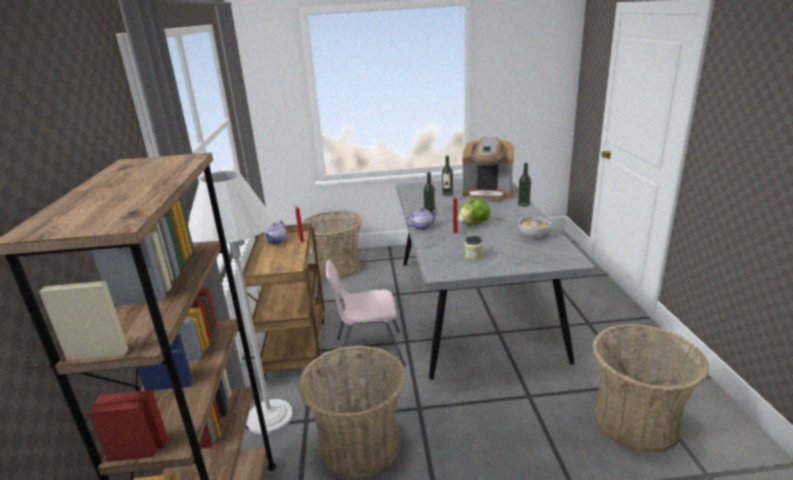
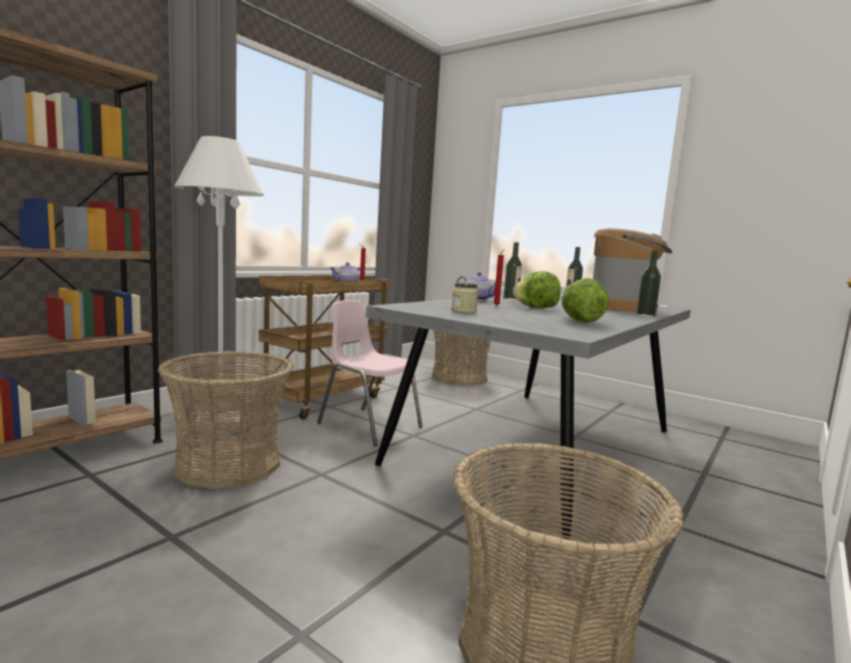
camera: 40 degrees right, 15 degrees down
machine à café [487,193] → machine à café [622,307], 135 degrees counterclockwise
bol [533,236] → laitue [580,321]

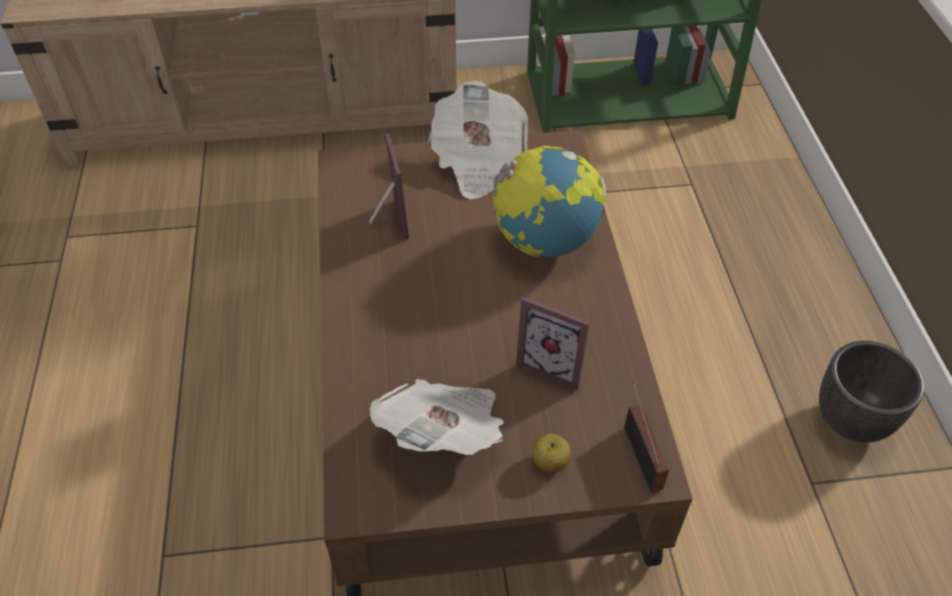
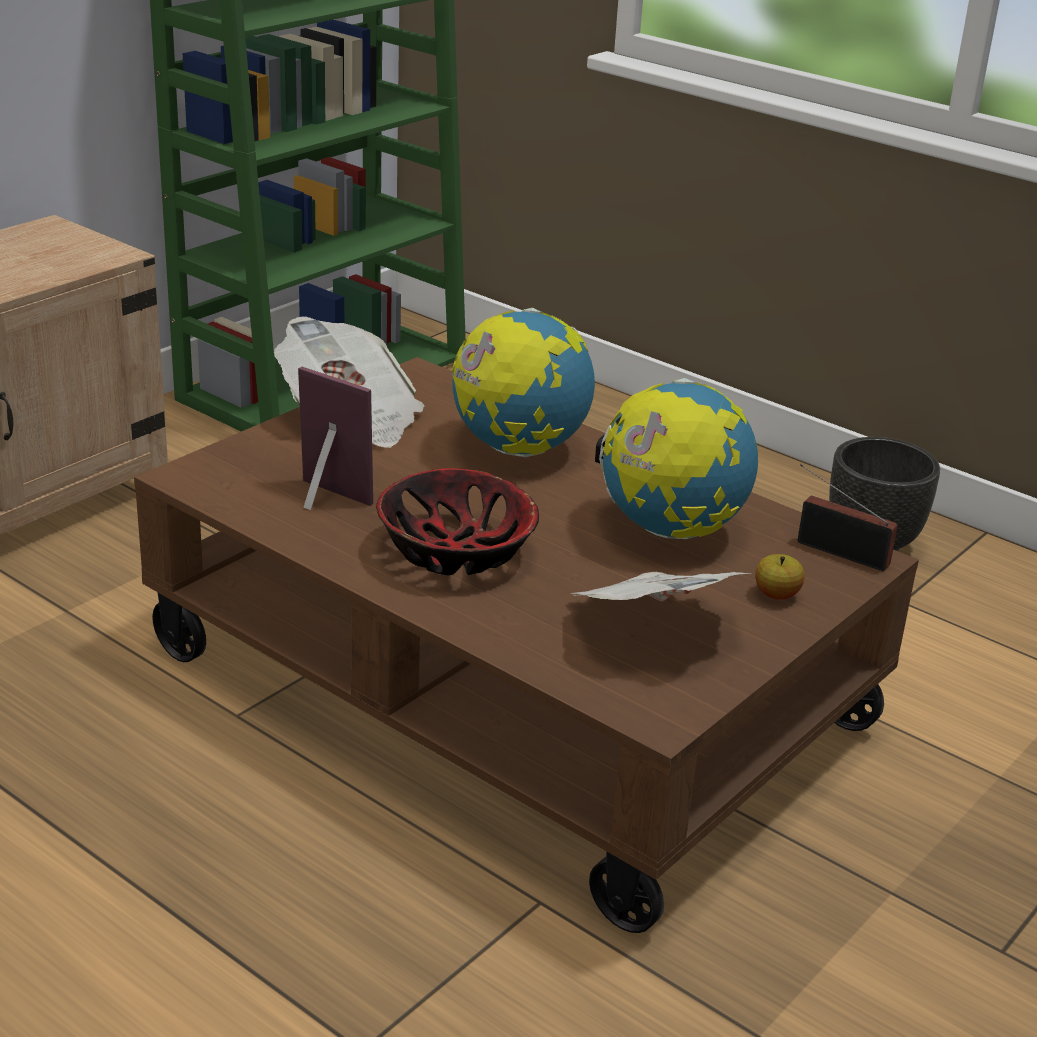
camera: 45 degrees left, 20 degrees down
cadre photo [554,364] → globe [670,529]
- → bol [457,552]

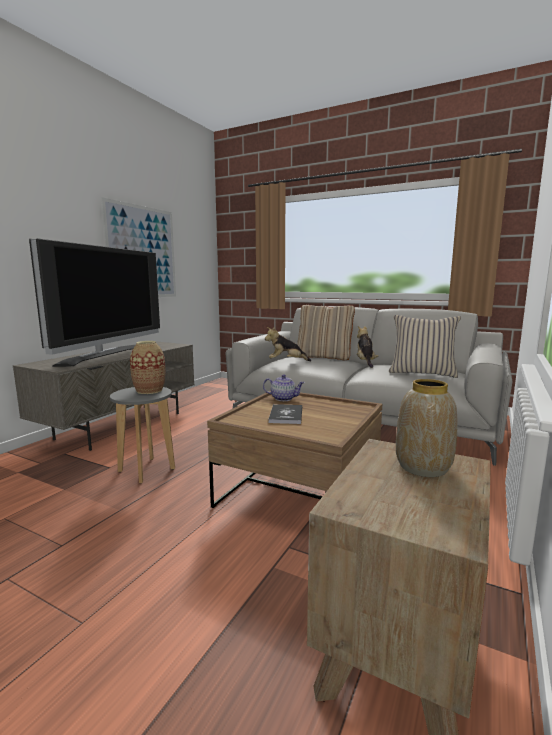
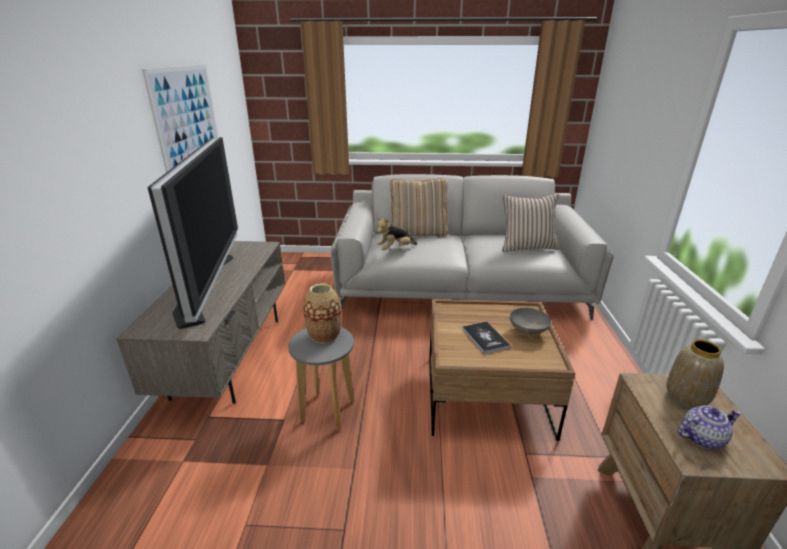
camera: 25 degrees left, 15 degrees up
théière [283,398] → théière [701,437], moved
peluche [365,362] → -
- → bol (gris) [527,332]

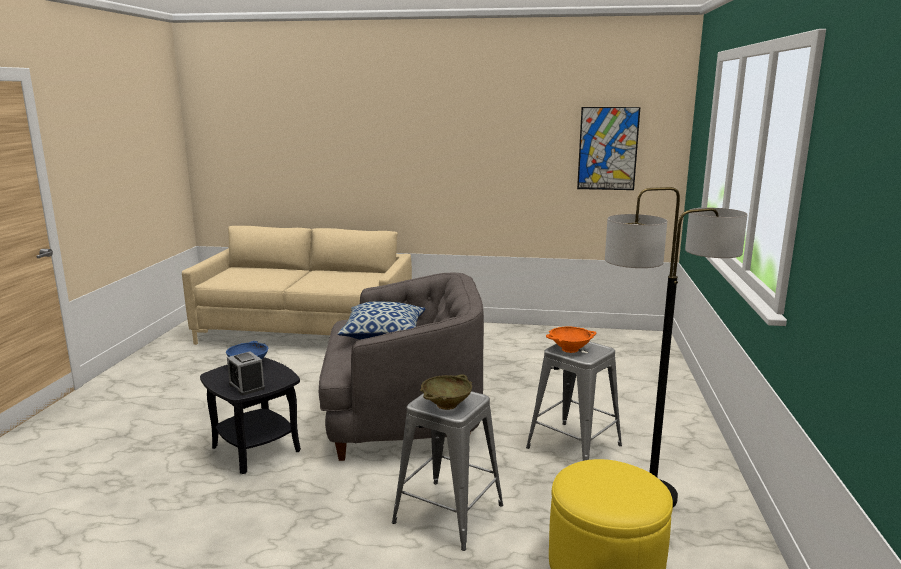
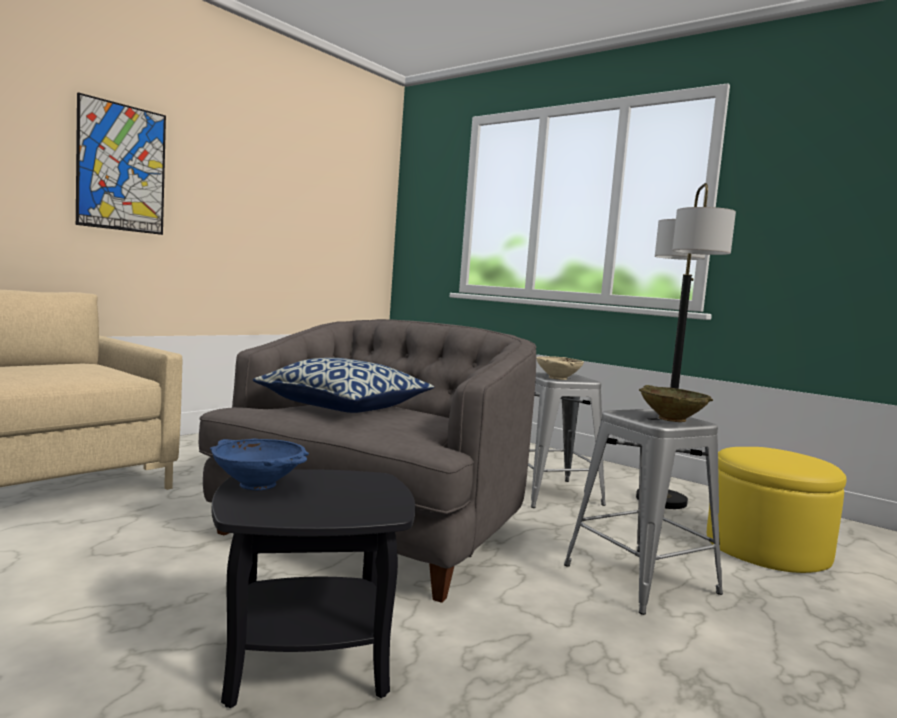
camera: 60 degrees left, 10 degrees down
réveil [246,386] → -
bol (orange) [570,349] → bol (beige) [558,378]
tableau [608,148] → tableau [122,168], moved

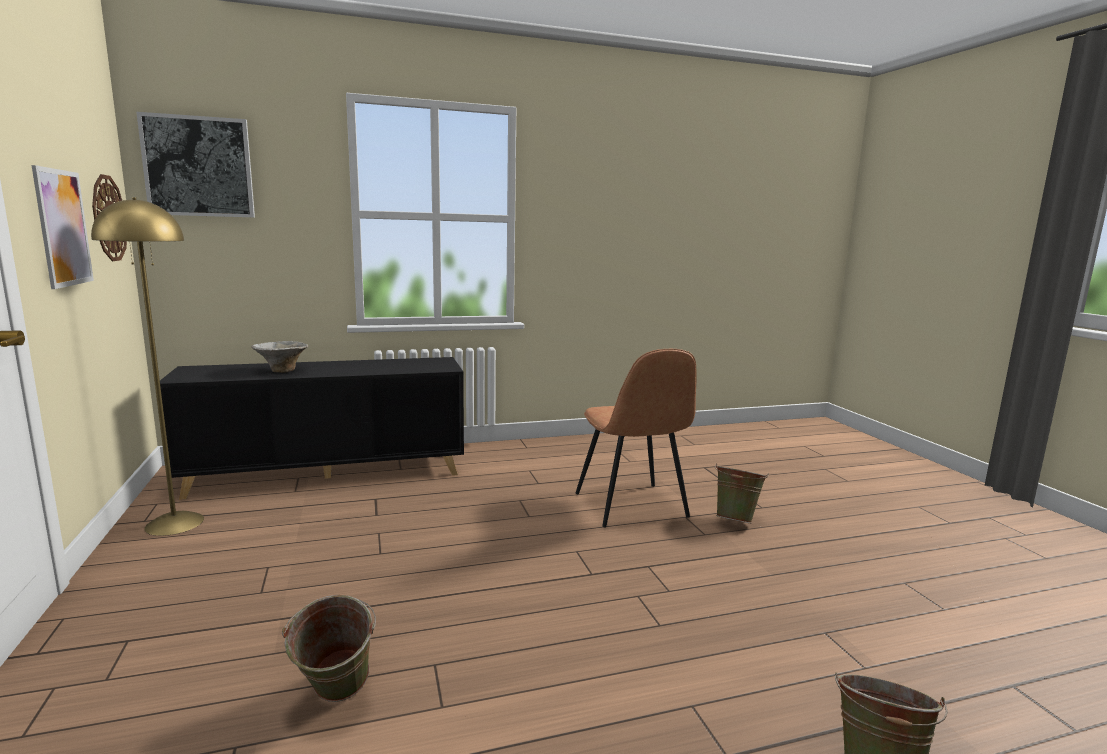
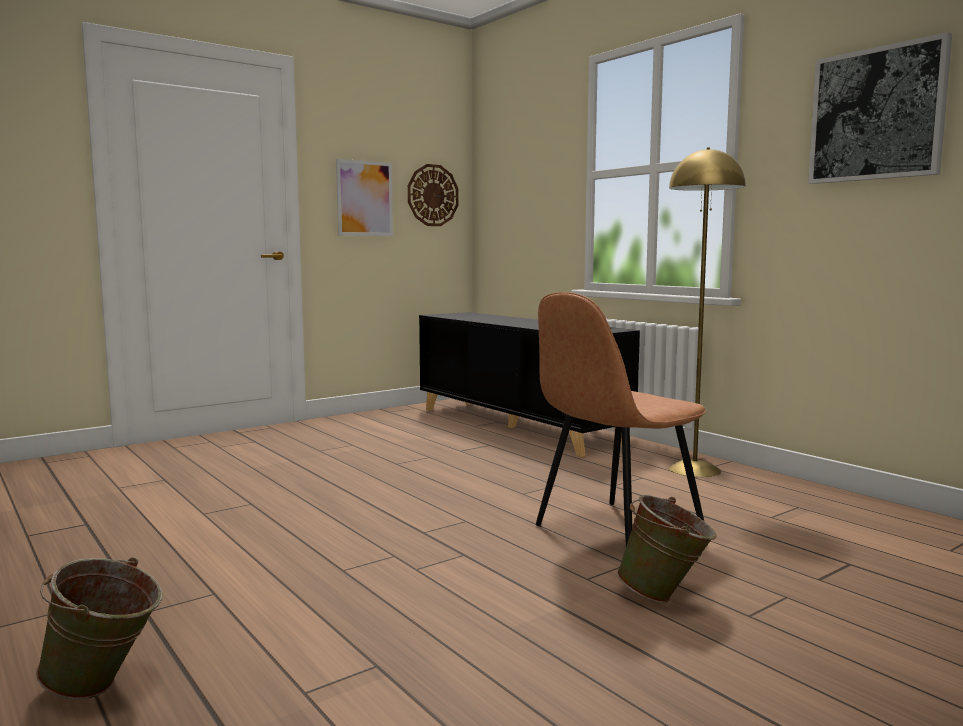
camera: 70 degrees right, 5 degrees down
lampadaire (jaune) [175,523] → lampadaire (jaune) [695,469], moved
tableau [199,167] → tableau [877,114], moved
bol [281,370] → -
seau (vert) [335,699] → -

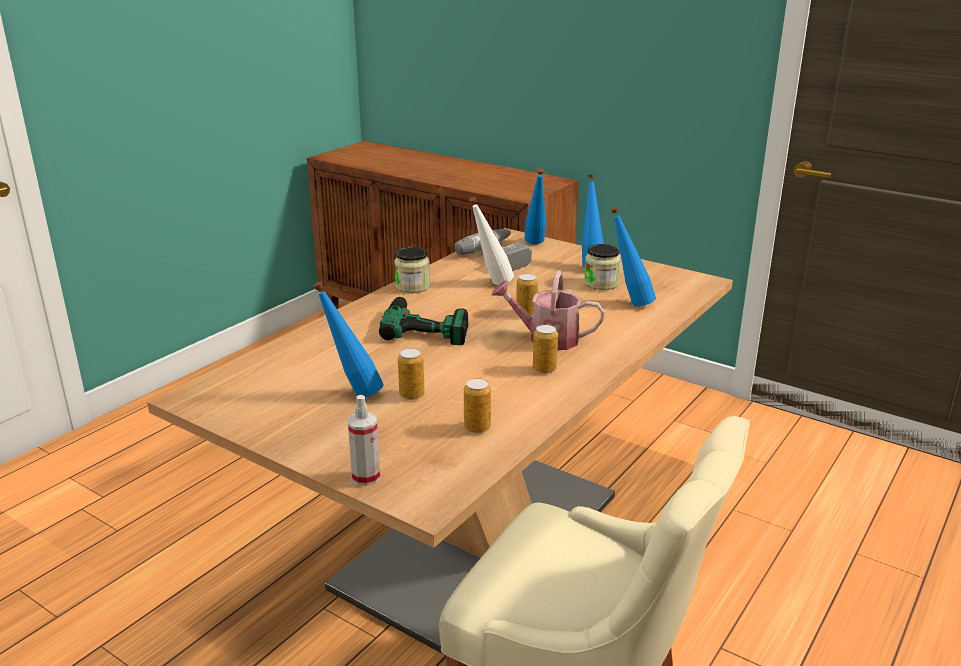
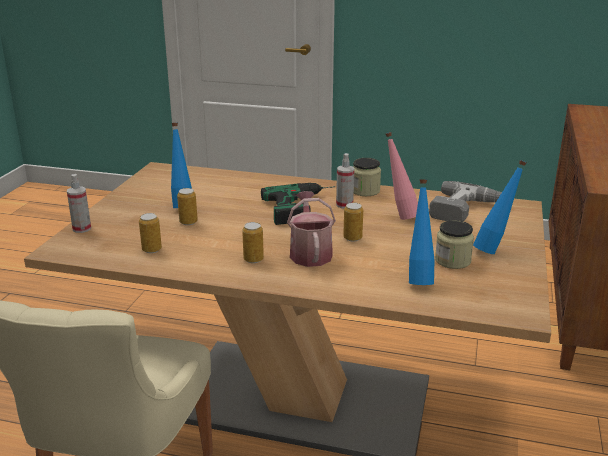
camera: 70 degrees right, 0 degrees up
bouteille (blanc) [491,284] → bouteille (rose) [399,216]
bouteille (bleu) [535,245] → -
- → vaporisateur [344,205]

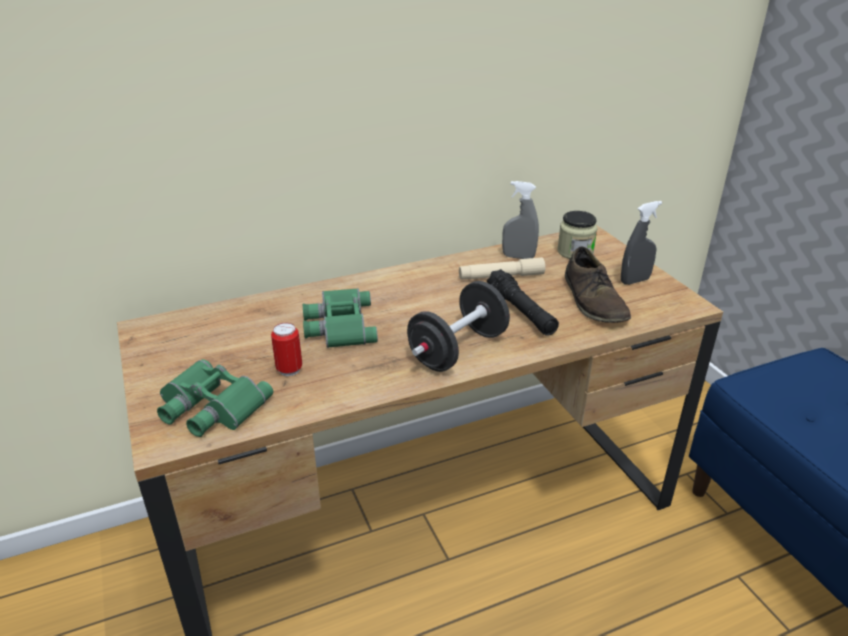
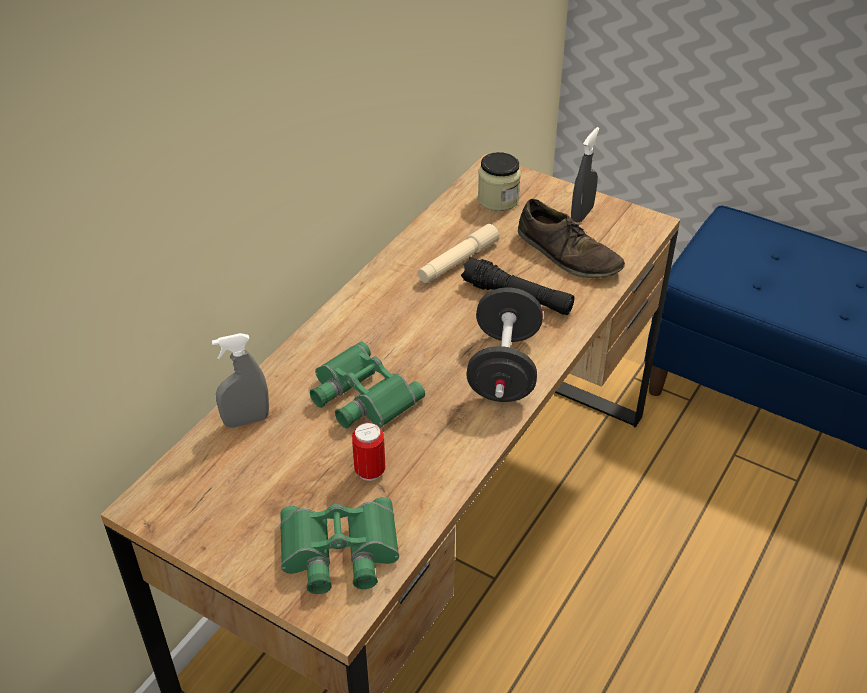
camera: 35 degrees left, 10 degrees up
vaporisateur (gris) [518,257] → vaporisateur (gris) [246,420], moved

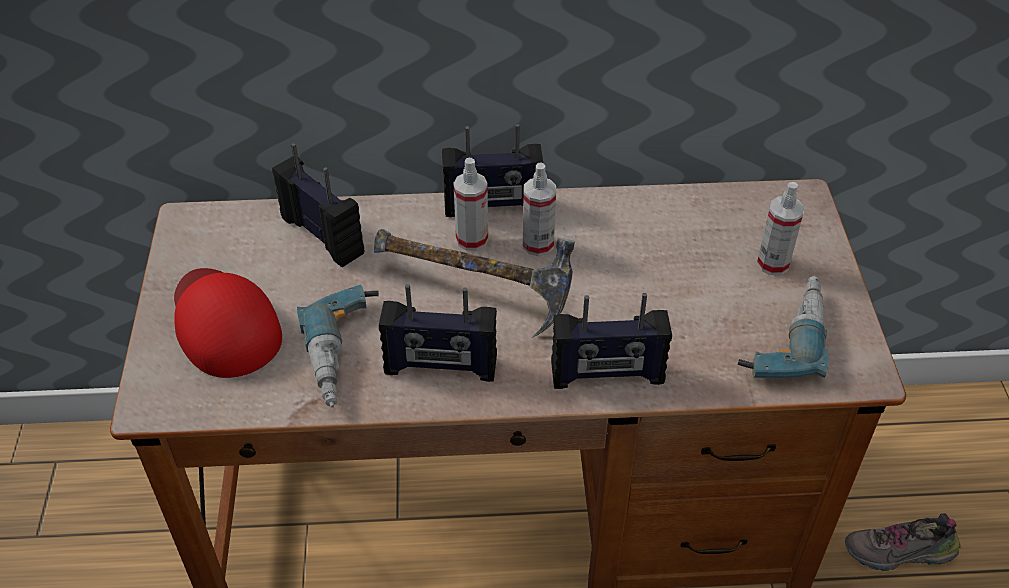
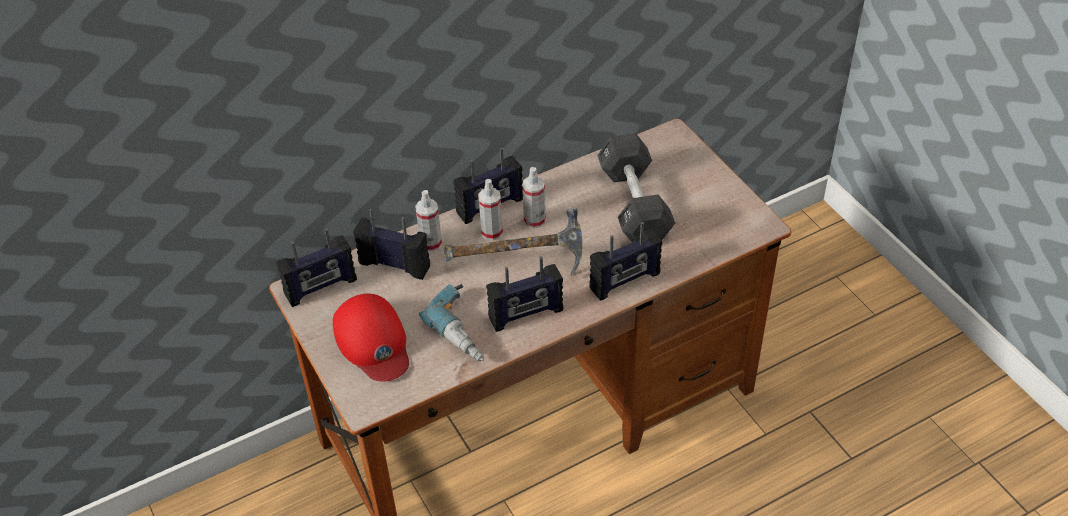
camera: 25 degrees left, 0 degrees up
casquette (rouge) [224,324] → casquette (rouge) [373,342], 150 degrees counterclockwise
perceuse [781,335] → -
vaporisateur [773,263] → vaporisateur [431,243], moved
chaussure [898,553] → -
- → radio [321,288]
- → haltère (noir) [634,204]

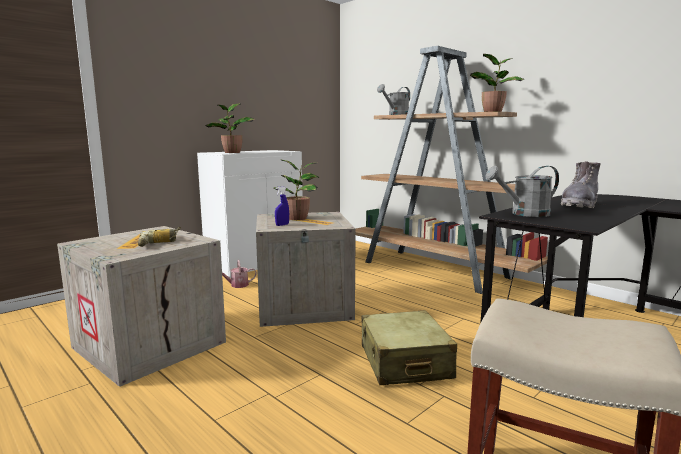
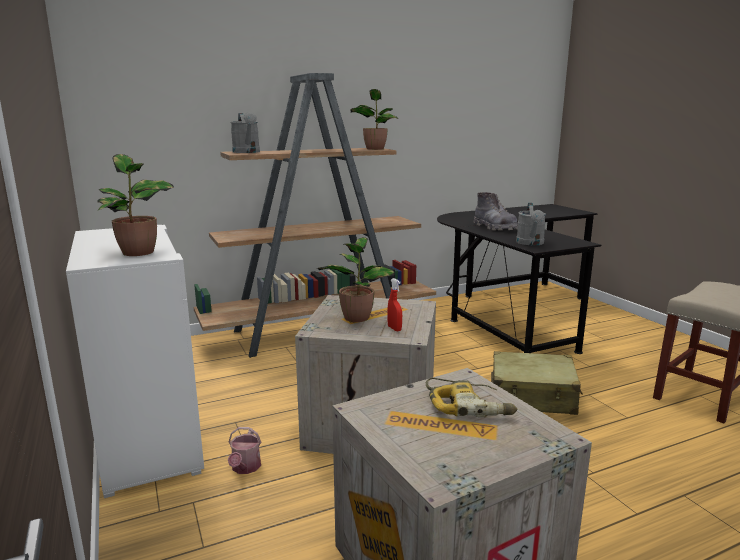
camera: 70 degrees left, 5 degrees up
vaporisateur (bleu) [282,225] → vaporisateur (rouge) [394,328]

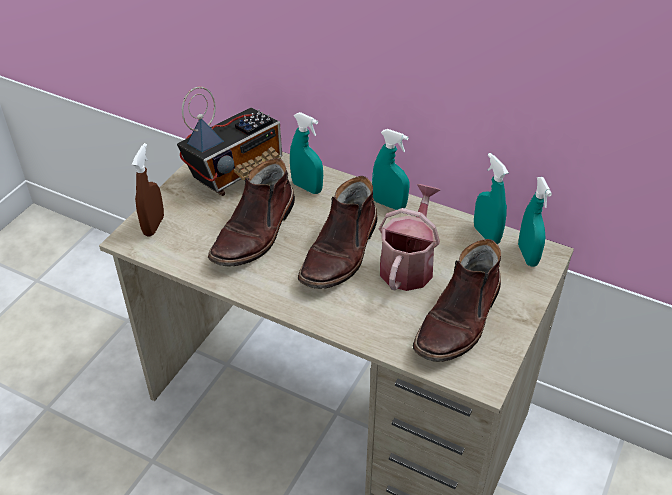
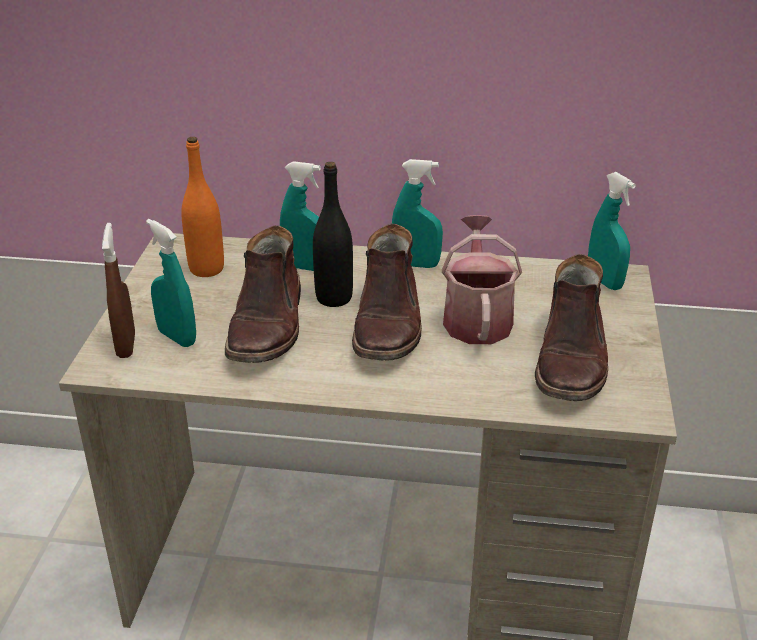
camera: 20 degrees left, 10 degrees down
radio [237,172] → bouteille (orange) [206,269]
vaporisateur (turquoise) [486,235] → vaporisateur (turquoise) [177,337], moved
- → bouteille (noir) [334,298]

